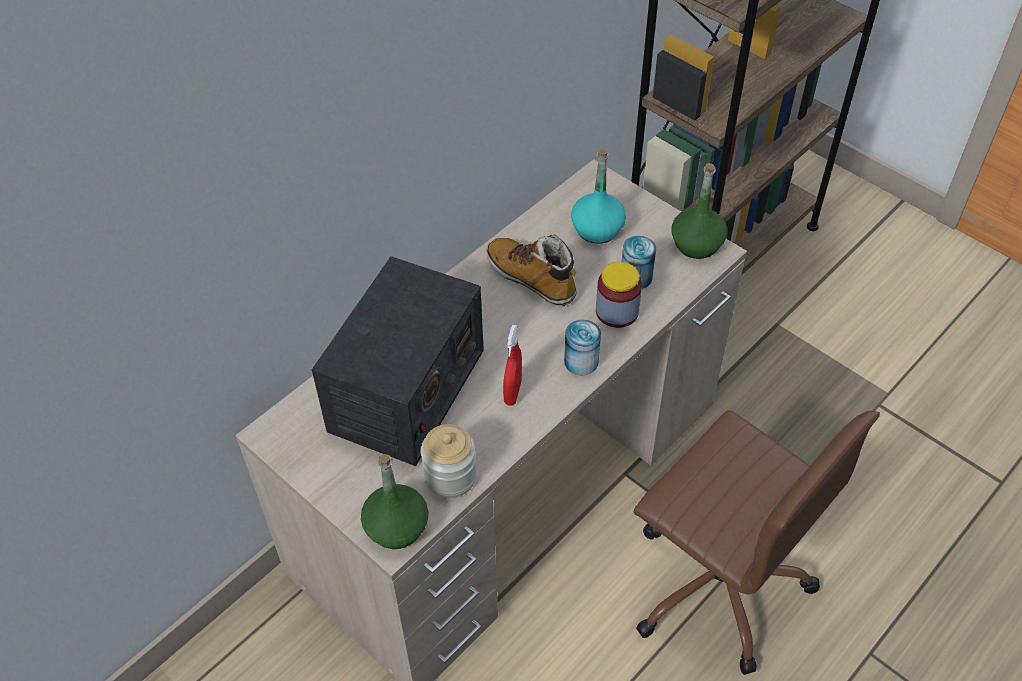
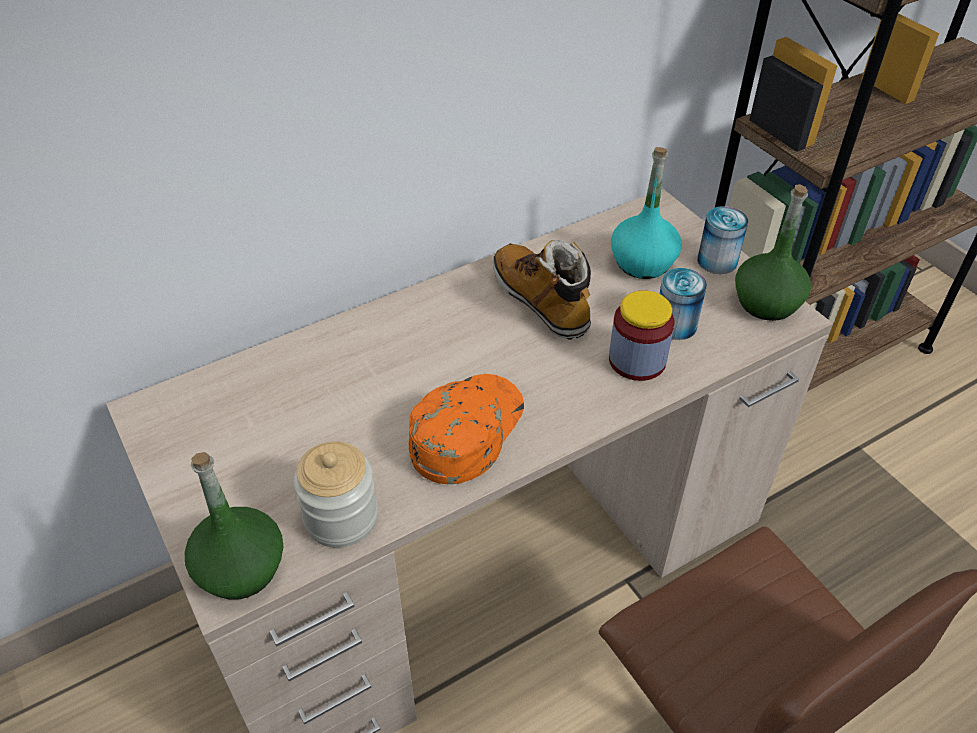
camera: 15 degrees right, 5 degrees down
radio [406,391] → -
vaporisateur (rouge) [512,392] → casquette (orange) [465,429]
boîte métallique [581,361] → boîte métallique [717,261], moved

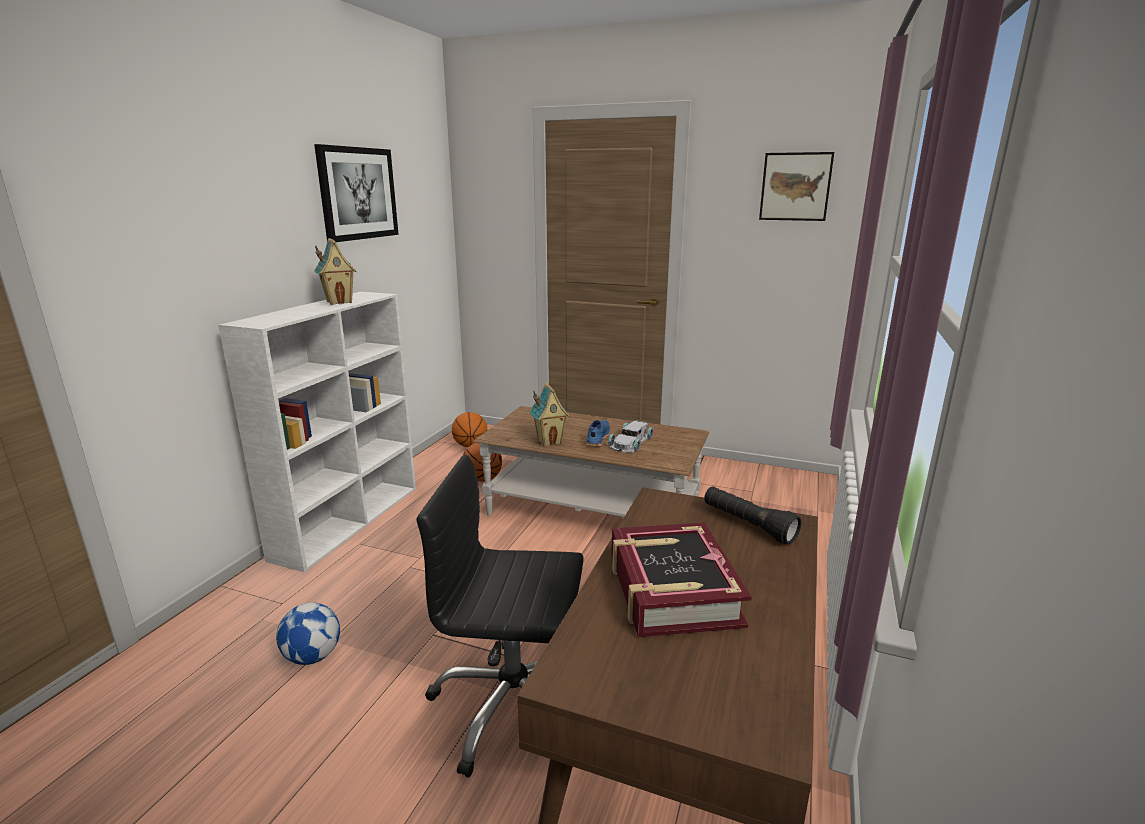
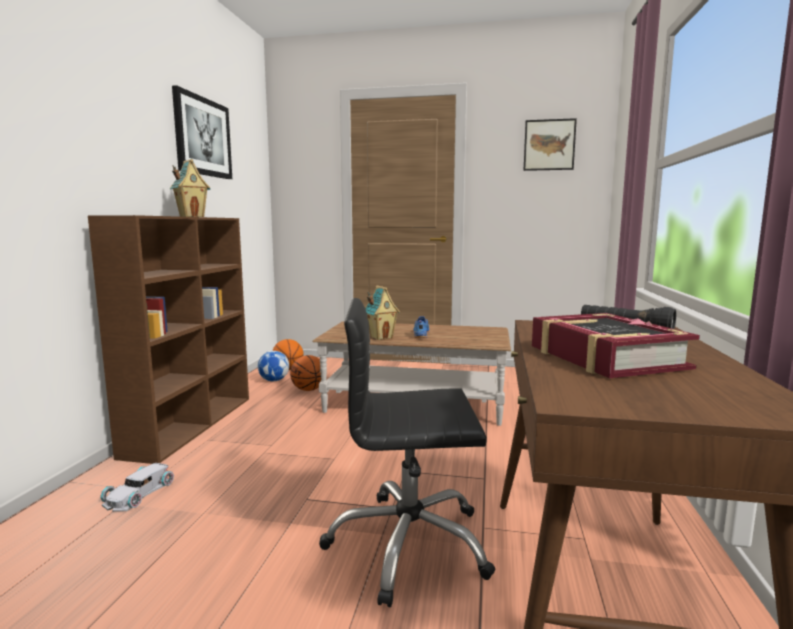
camera: 10 degrees left, 10 degrees down
bibliothèque (blanc) [349,520] → bibliothèque (marron) [192,424]
ballon de foot [312,656] → ballon de foot [274,380], moved
petite voiture (blanc) [630,442] → petite voiture (blanc) [137,493], moved

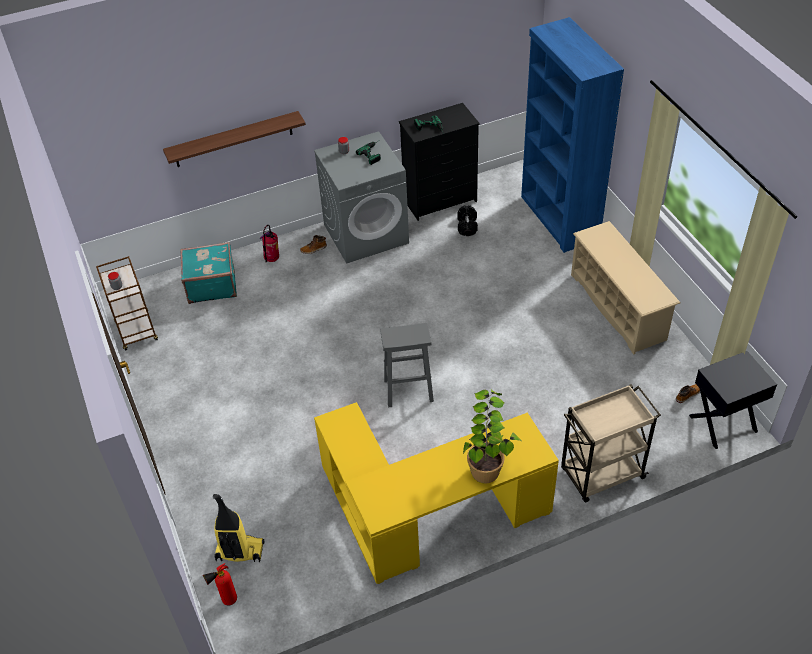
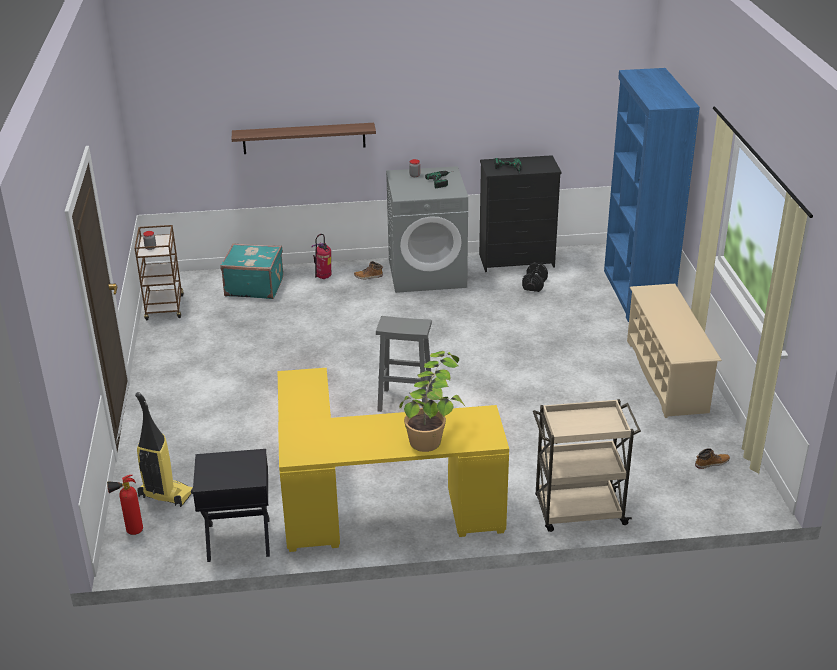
camera: 15 degrees right, 15 degrees down
table de chevet (noir) [723,424] → table de chevet (noir) [238,540], moved

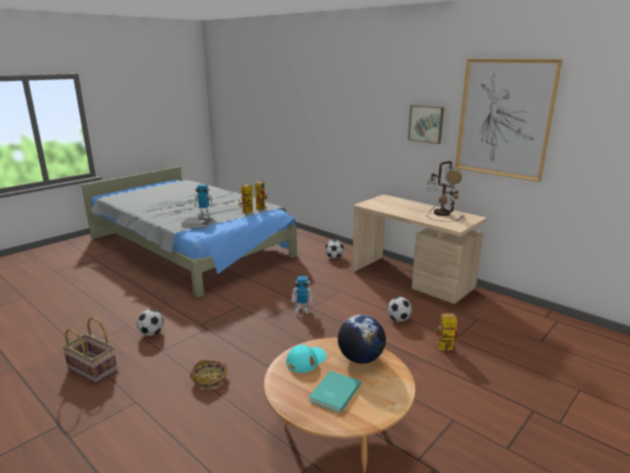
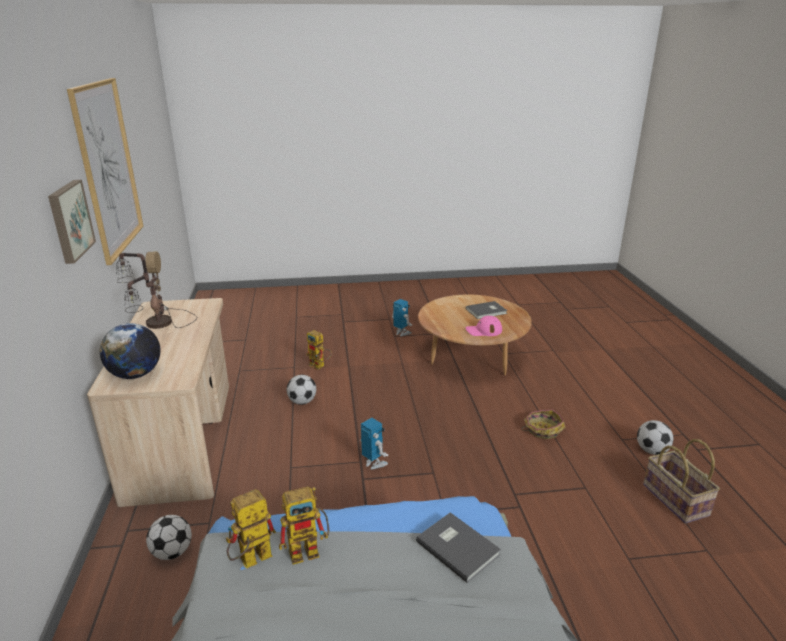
camera: 140 degrees left, 5 degrees up
ballon de foot [151,333] → ballon de foot [652,451], moved
robot jouet [204,214] → robot jouet [401,333], moved
casquette (turquoise) [306,360] → casquette (rose) [483,330]
livre (turquoise) [333,393] → livre (gris) [487,311]
globe [360,359] → globe [135,375], moved

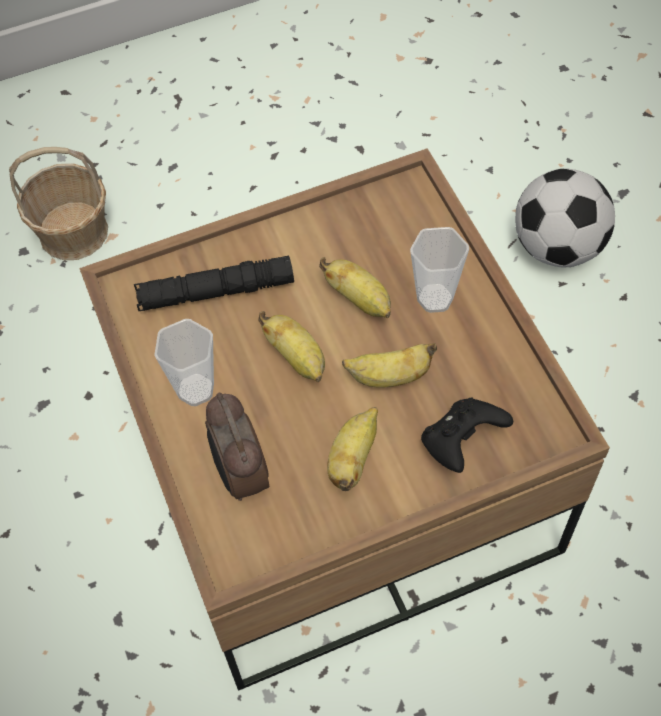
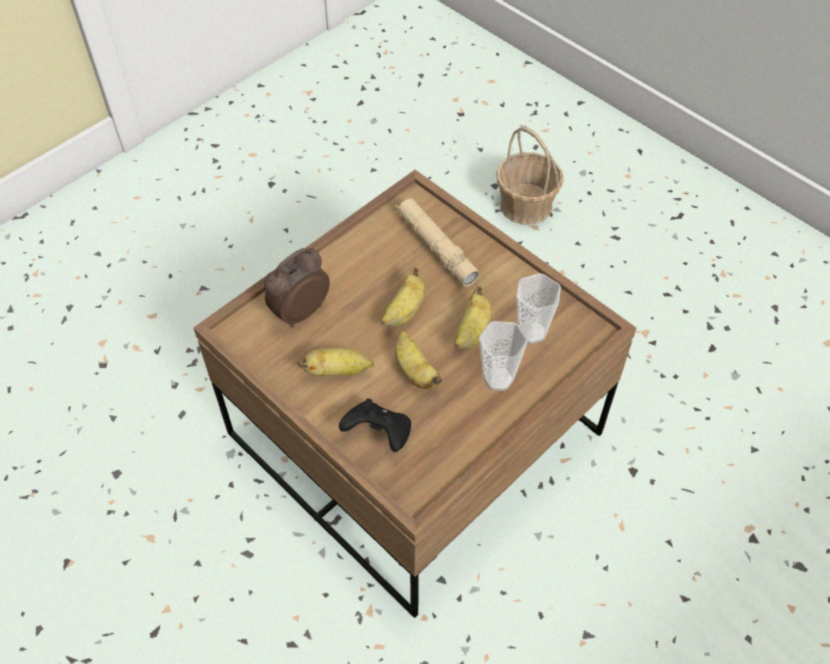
camera: 65 degrees right, 5 degrees down
lampe de poche (noir) [216,291] → lampe de poche (beige) [436,247]
tasse [195,389] → tasse [531,332], moved
ballon de foot [557,247] → -

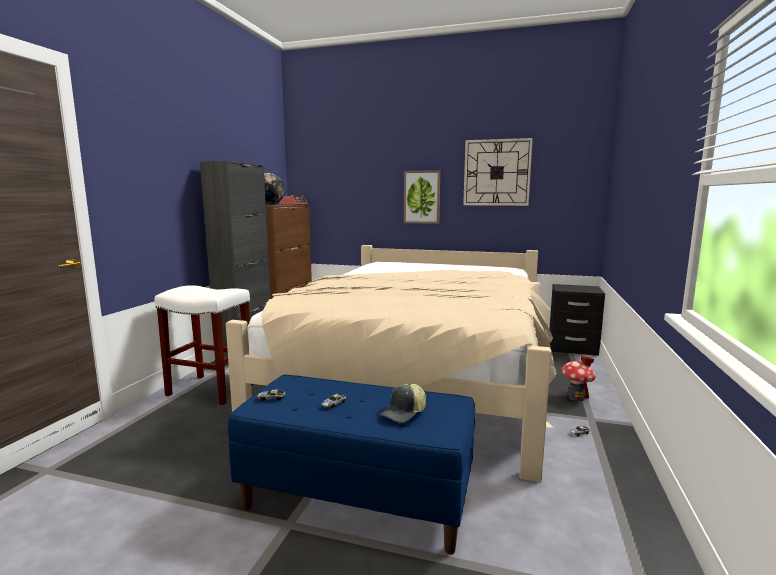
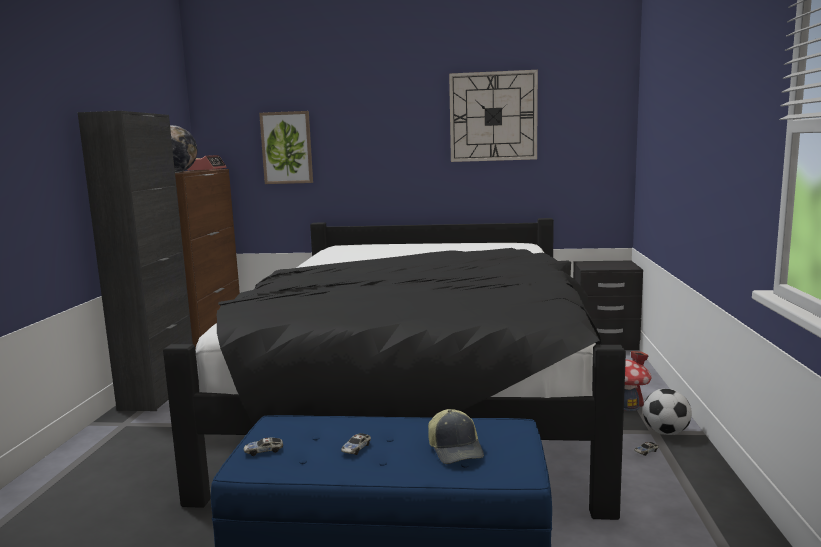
camera: 10 degrees left, 0 degrees up
tabouret (blanc) [209,389] → -
lit (beige) [420,375] → lit (noir) [420,398]
casquette [404,413] → casquette [456,450], 45 degrees counterclockwise
tableau [422,197] → tableau [287,148], moved
- → ballon de foot [666,432]

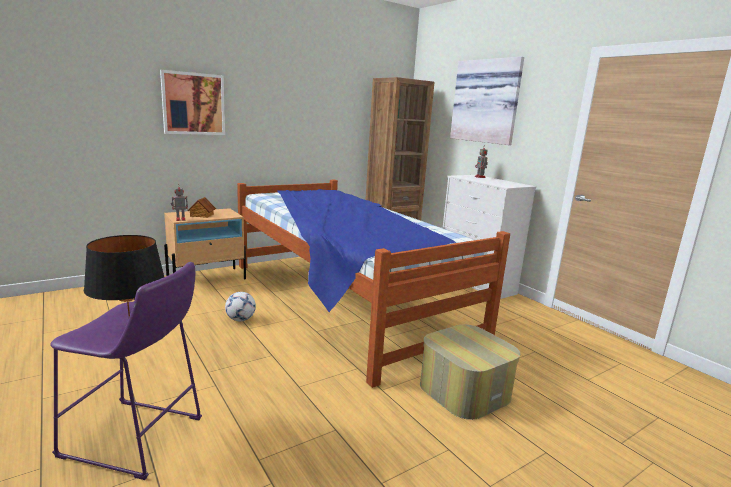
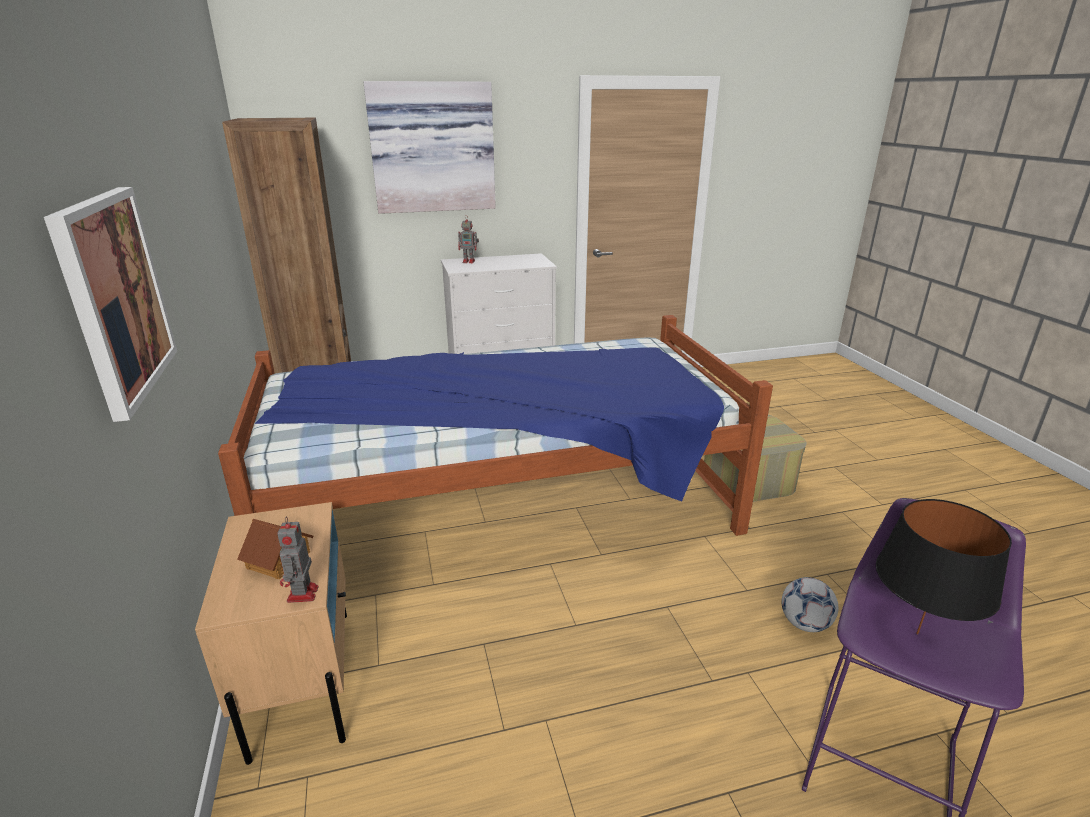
camera: 70 degrees left, 10 degrees up
ballon de foot [240,319] → ballon de foot [804,624], moved

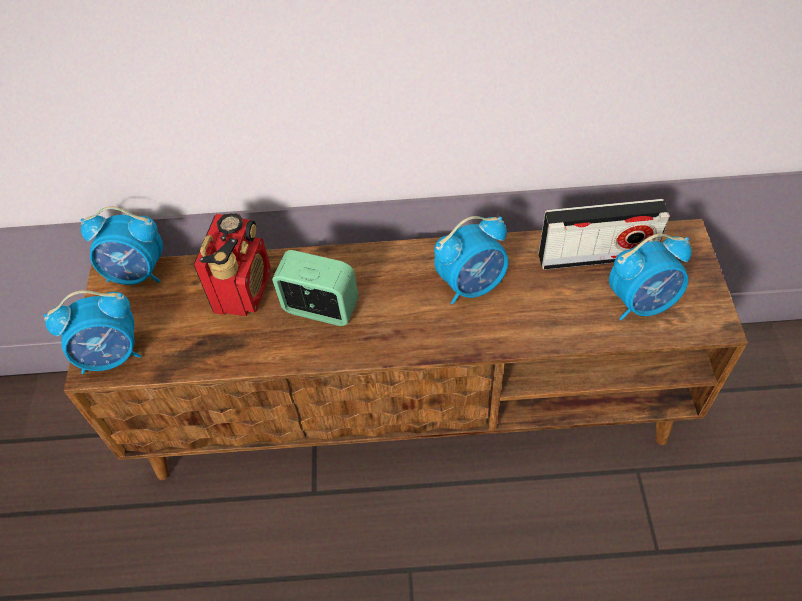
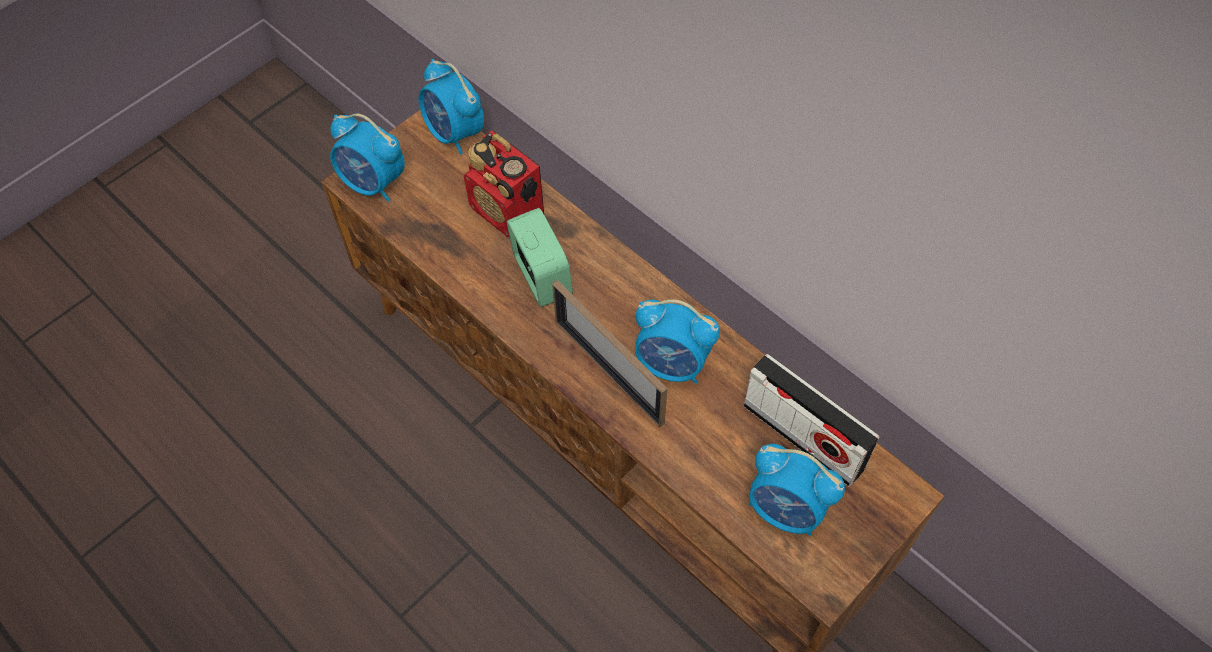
camera: 45 degrees right, 5 degrees up
radio [243,290] → radio [507,212], 75 degrees clockwise
- → cadre photo [608,371]

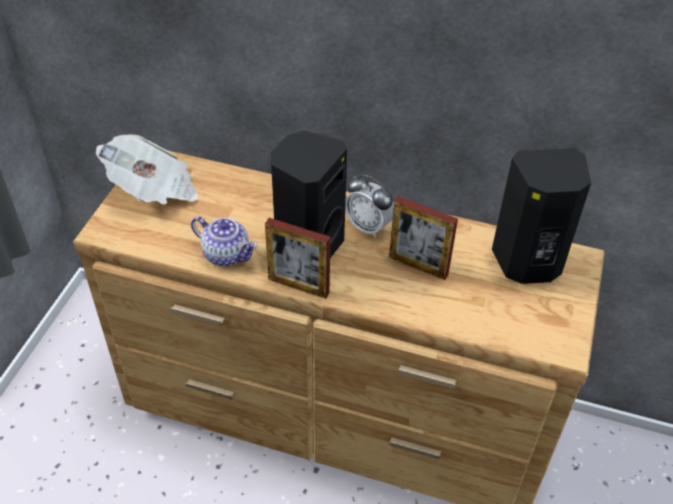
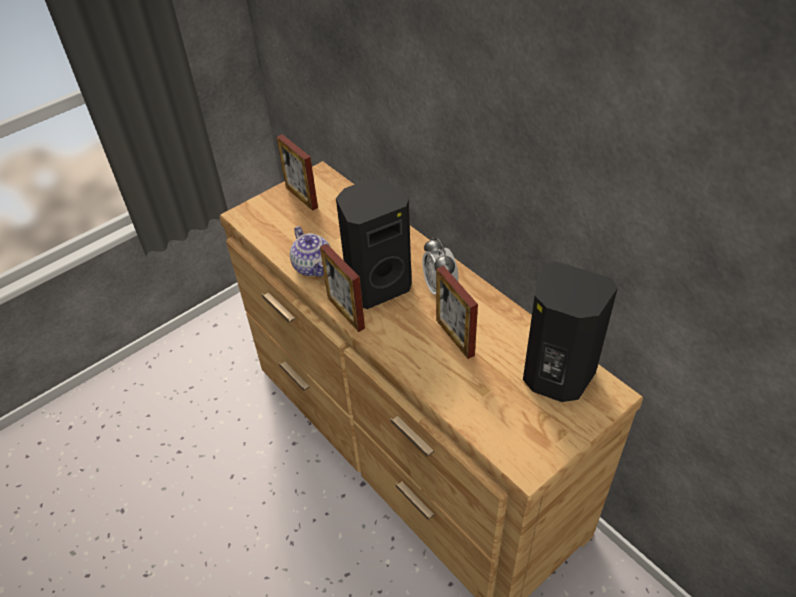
camera: 35 degrees right, 0 degrees up
journal [154,190] → cadre photo [301,197]

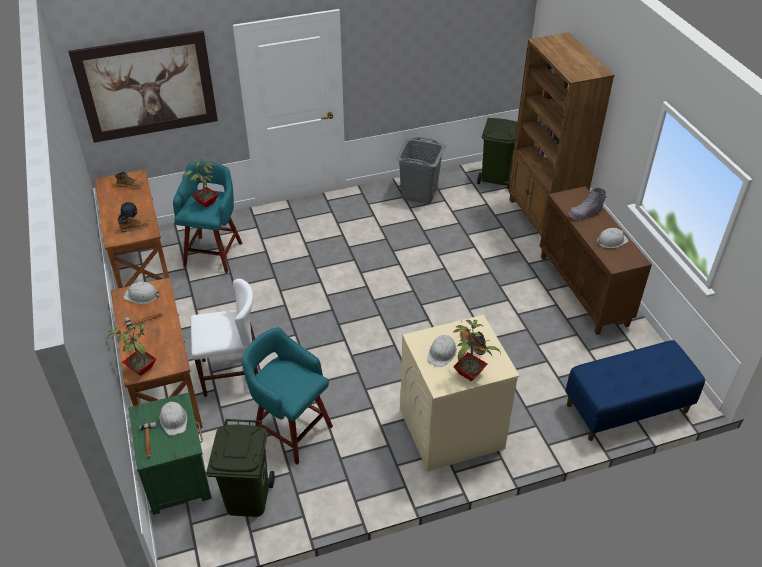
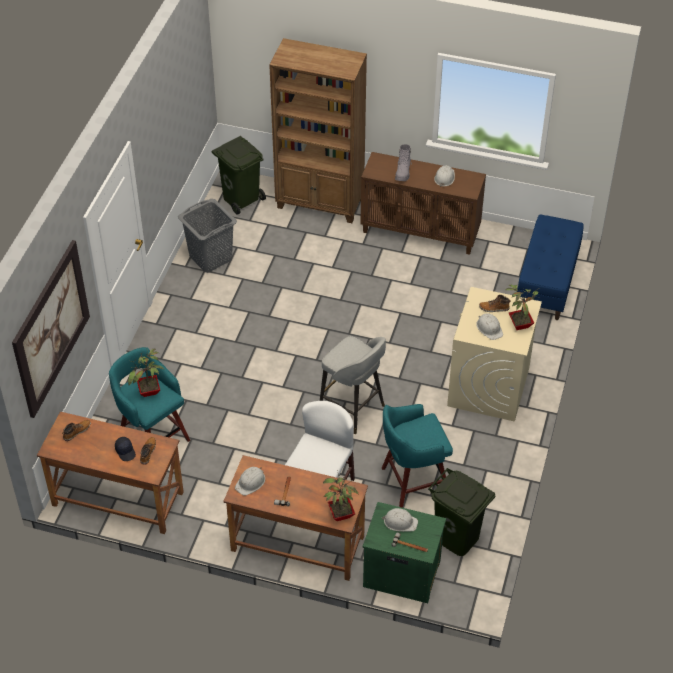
camera: 55 degrees left, 5 degrees up
- → tabouret (gris) [353,409]

